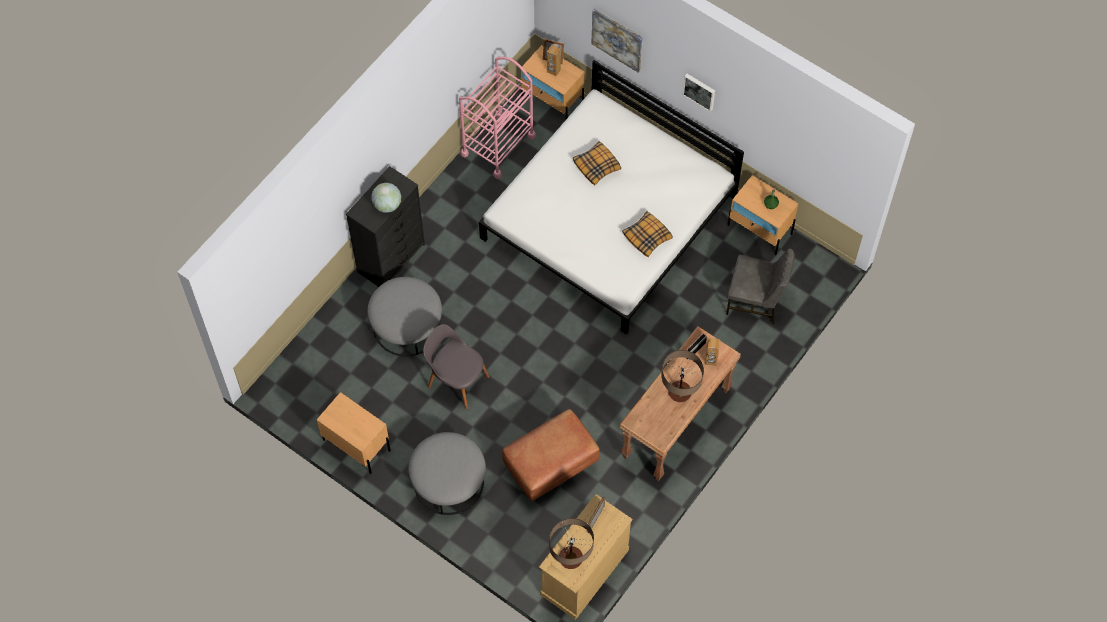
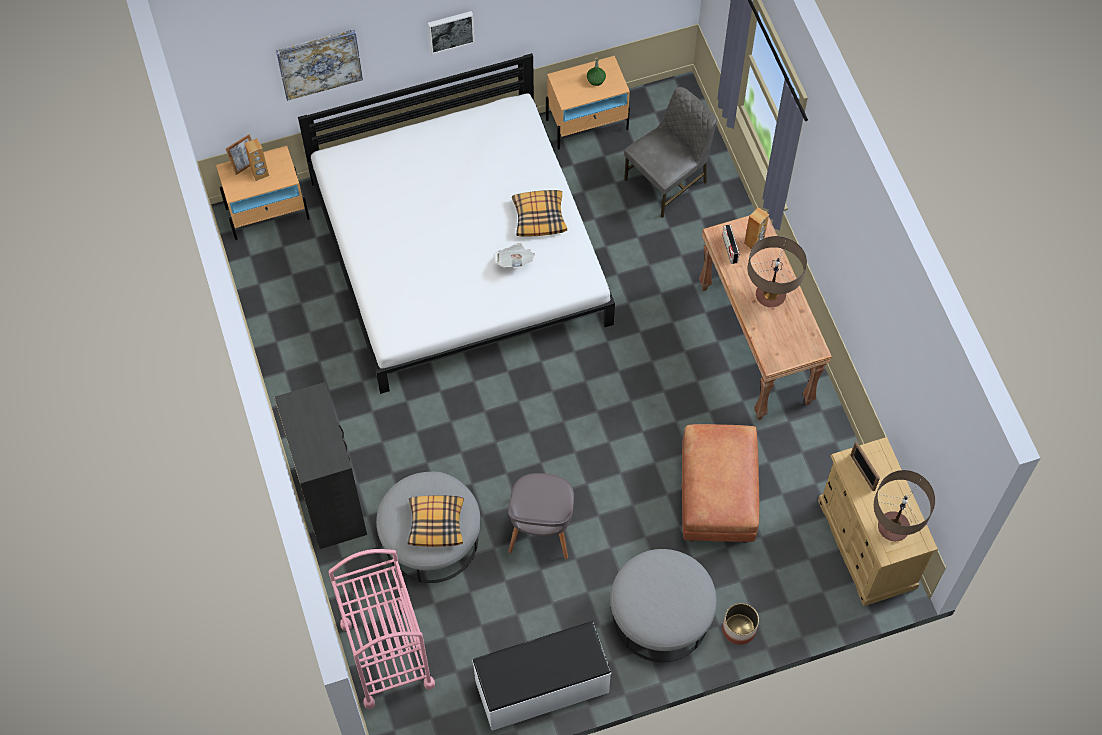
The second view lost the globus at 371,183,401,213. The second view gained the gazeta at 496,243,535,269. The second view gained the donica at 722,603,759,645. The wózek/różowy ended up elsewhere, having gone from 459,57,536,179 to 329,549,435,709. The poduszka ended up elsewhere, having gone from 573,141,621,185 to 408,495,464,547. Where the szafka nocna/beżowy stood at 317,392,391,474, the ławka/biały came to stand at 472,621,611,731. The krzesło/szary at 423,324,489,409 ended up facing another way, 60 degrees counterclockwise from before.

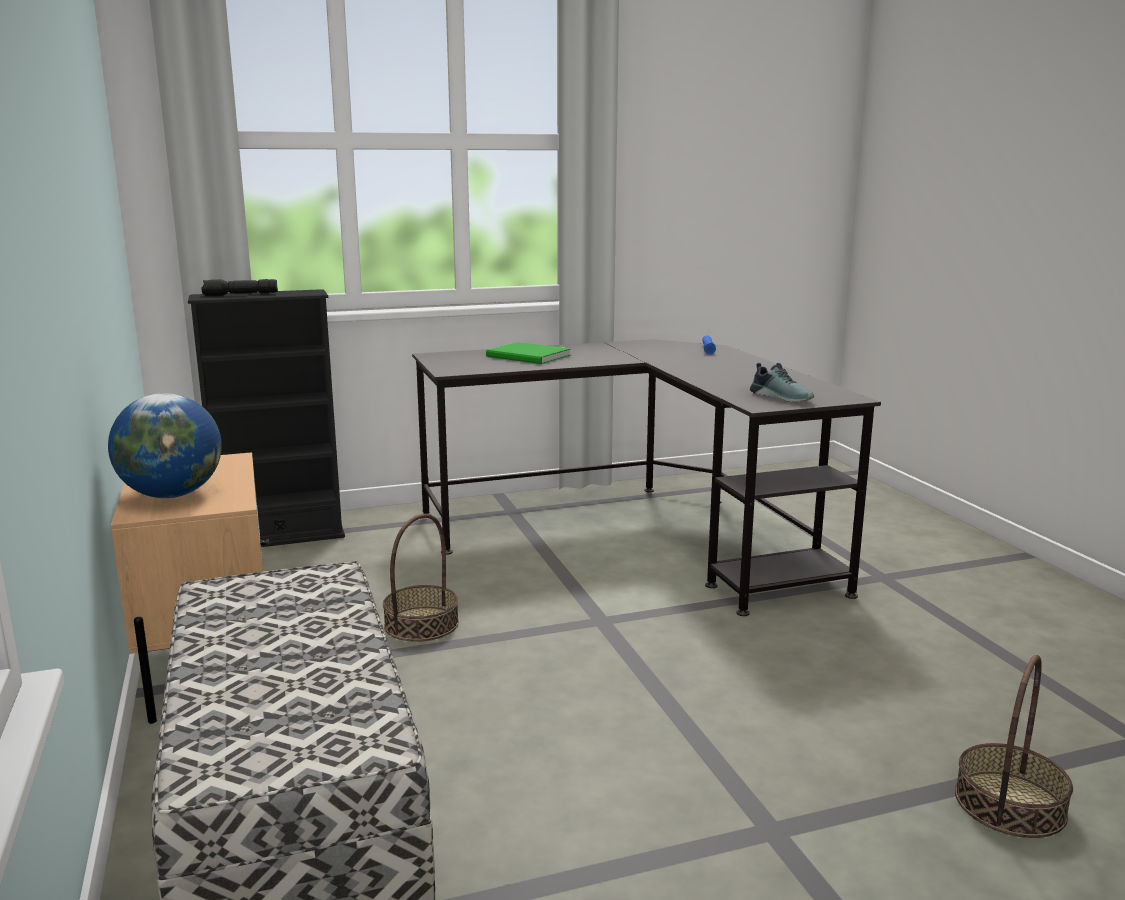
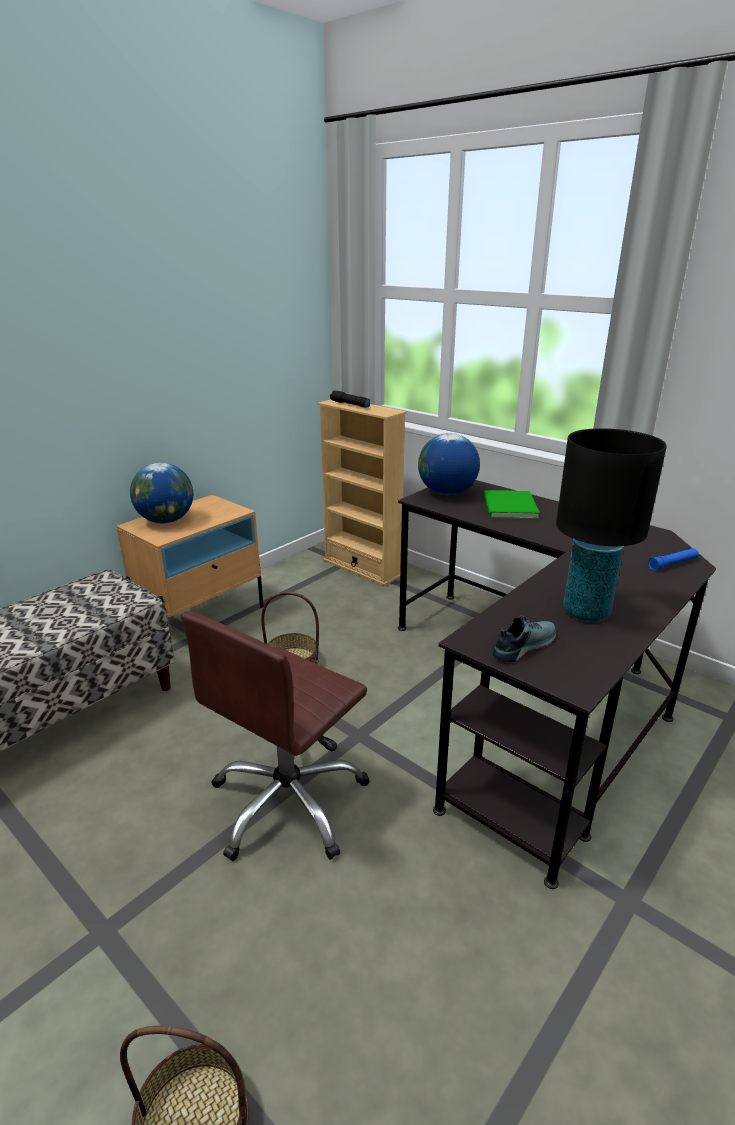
The second view gained the krzesło biurowe/brązowy at 181,611,370,861. The second view gained the globus at 418,433,480,495. The second view gained the lampa stołowa/czarny at 556,428,667,622. What was the regał/czarny at 188,289,345,547 turned into the regał/beżowy at 318,400,407,586. The but at 750,363,814,403 ended up facing another way, 150 degrees counterclockwise from before.

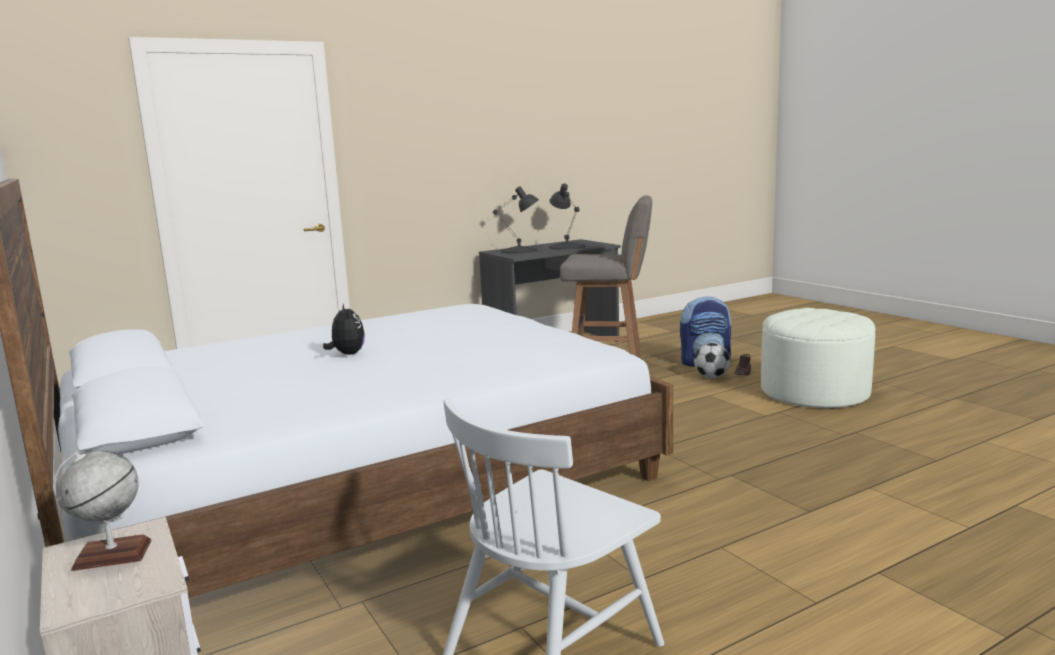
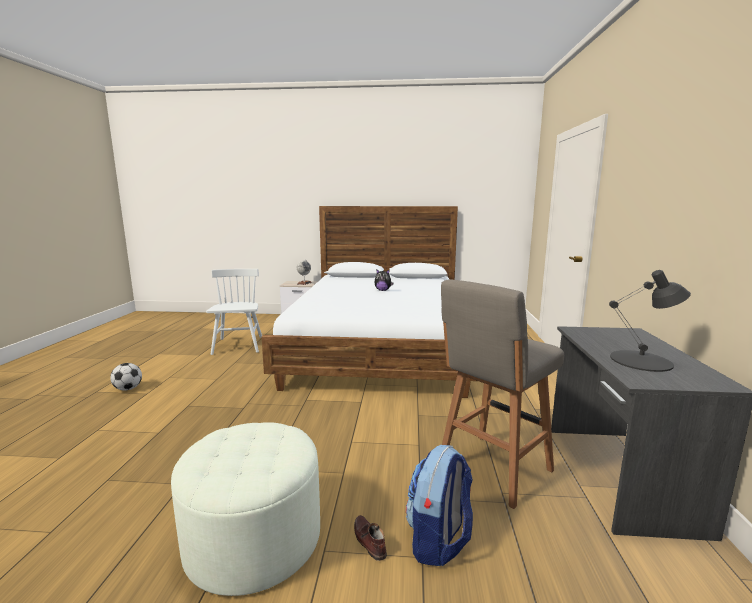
The second view lost the lampa stołowa/czarny at 493,186,539,253. The piłka futbolowa ended up elsewhere, having gone from 694,343,730,378 to 110,363,142,391.

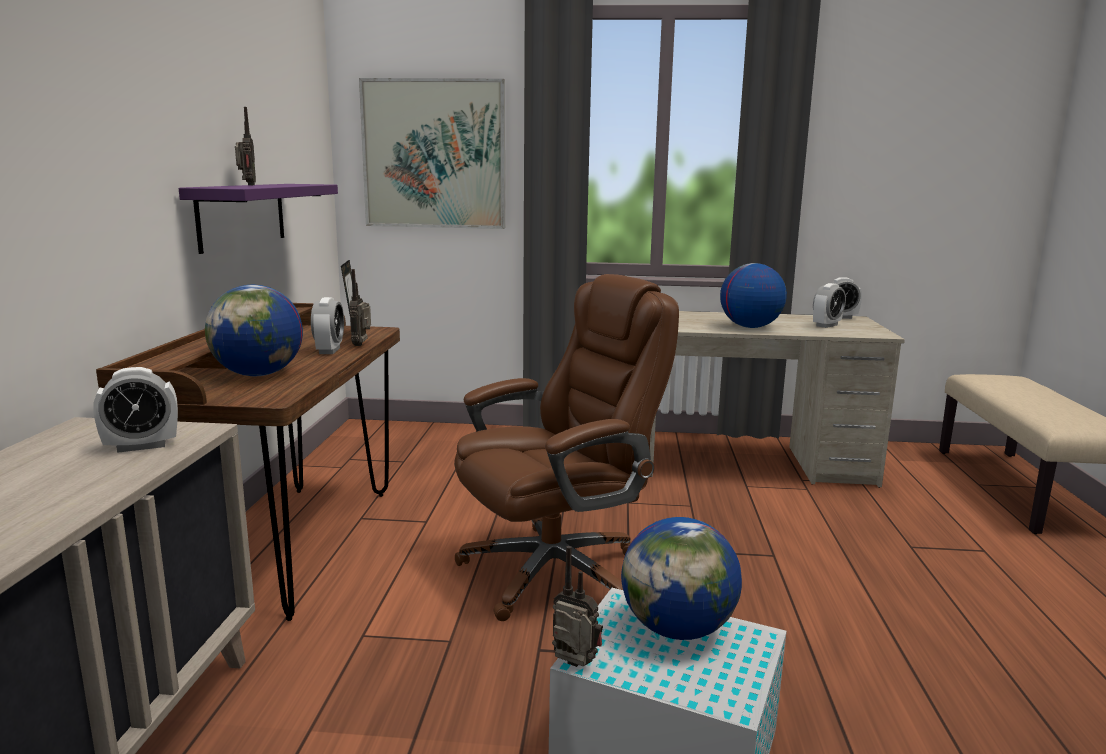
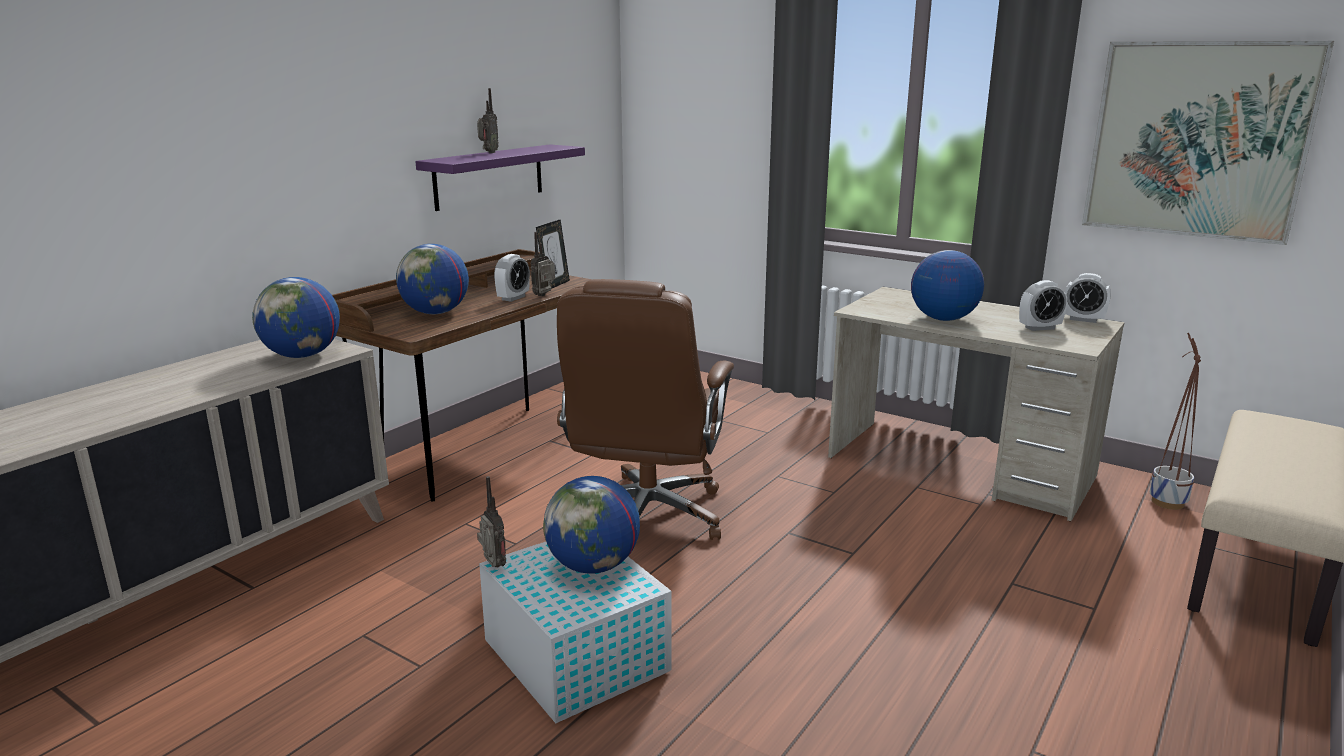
The second view gained the donica at 1150,333,1201,510. The obraz ended up elsewhere, having gone from 359,78,505,229 to 1082,41,1334,245. Where the budzik stood at 93,367,178,453, the globus came to stand at 252,277,340,358. The krzesło biurowe/brązowy at 454,274,679,621 ended up facing another way, 105 degrees clockwise from before.

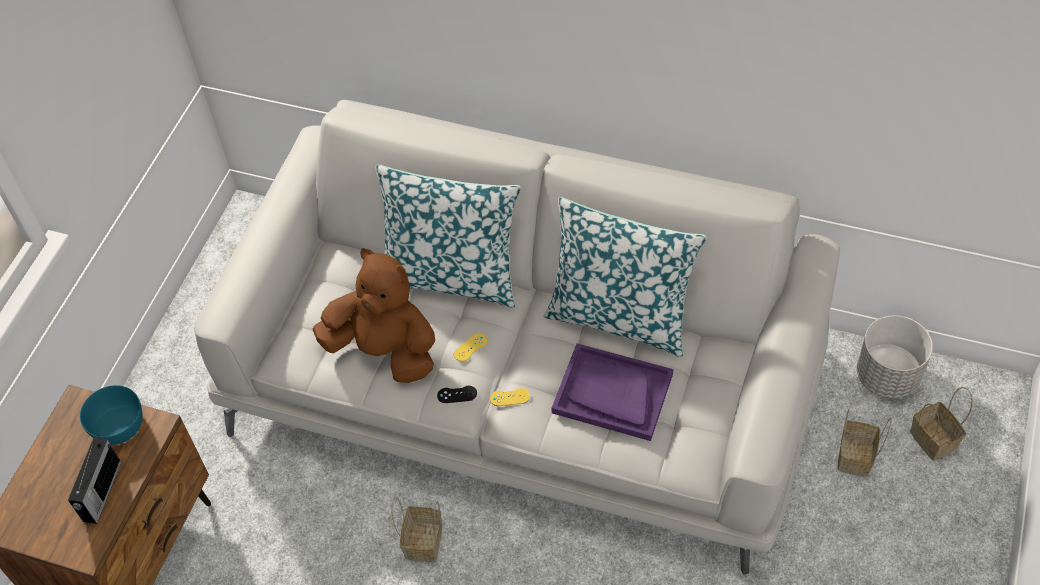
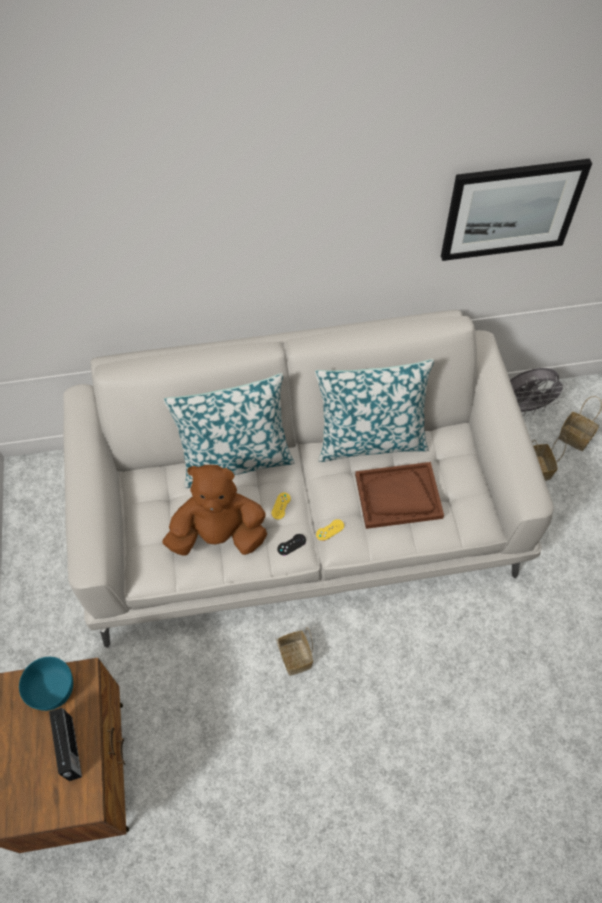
The second view gained the obraz at 441,159,592,261. Where the donica/szary stood at 856,315,933,398, the wentylator/szary came to stand at 510,368,567,416. What was the taca/fioletowy at 551,343,673,441 turned into the taca/brązowy at 355,462,444,529.

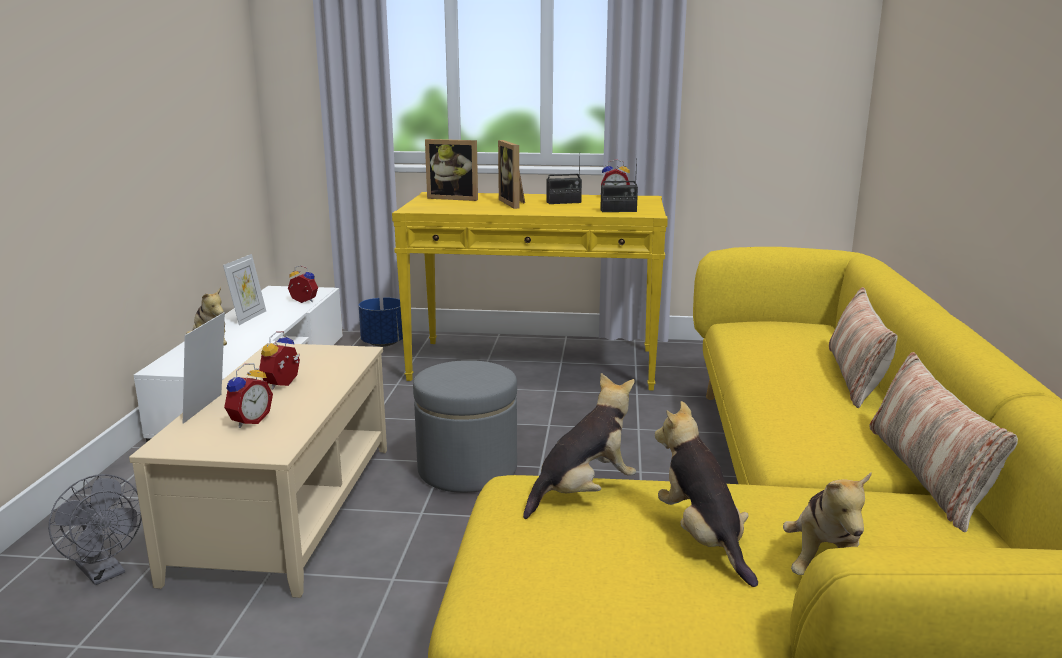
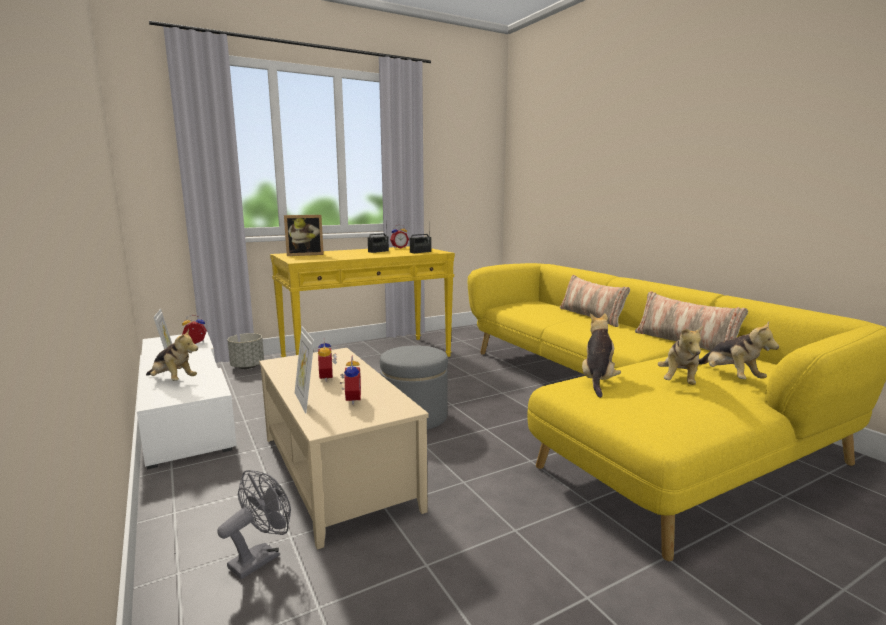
The second view lost the ramka na zdjęcie at 498,140,525,209. What was the donica/niebieski at 359,297,403,347 turned into the donica/szary at 228,333,264,369. The wentylator/szary at 48,474,142,585 ended up facing another way, 60 degrees counterclockwise from before. The pluszak at 655,401,758,587 ended up facing another way, 105 degrees counterclockwise from before.

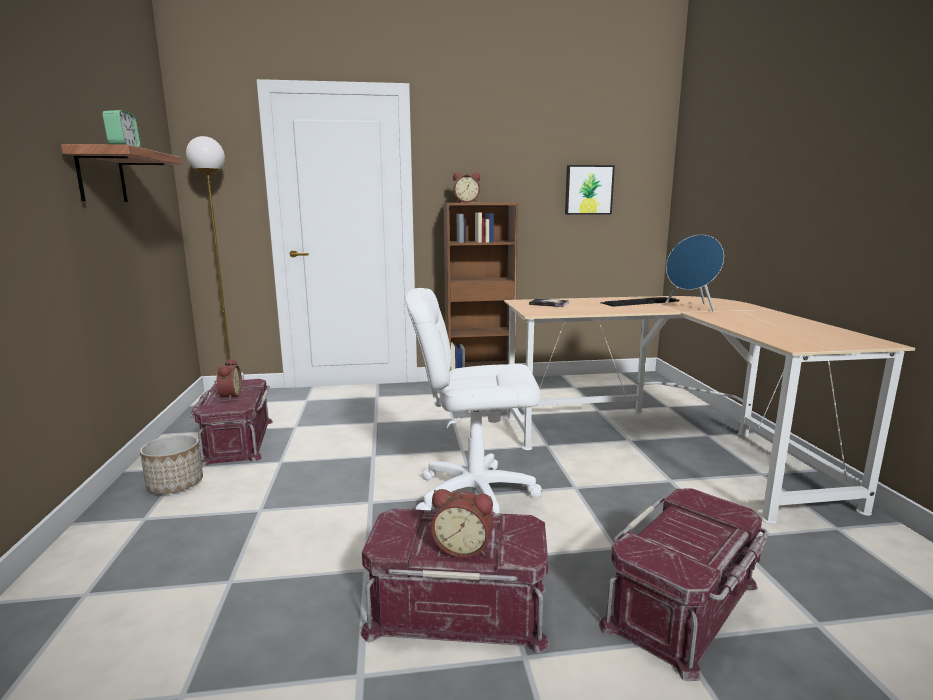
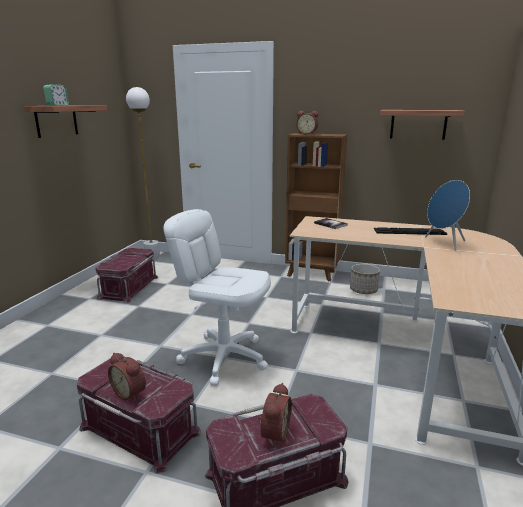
The donica ended up elsewhere, having gone from 140,435,203,494 to 350,264,380,294. The budzik ended up elsewhere, having gone from 215,359,242,400 to 258,383,292,447. Where the obraz hung at 565,165,615,215, the półka came to hang at 380,110,465,140.

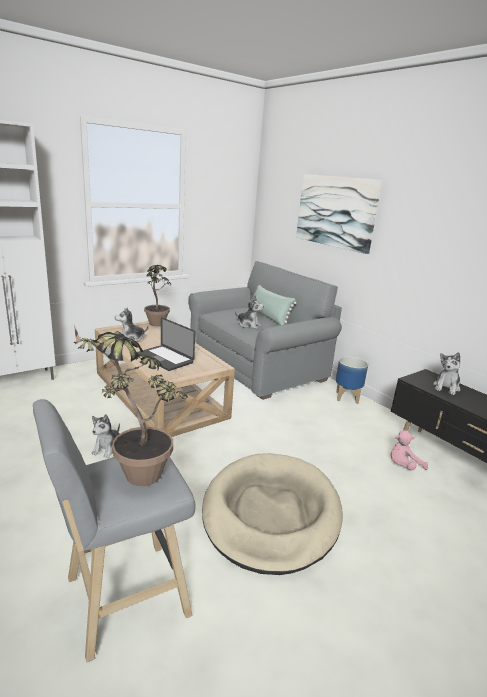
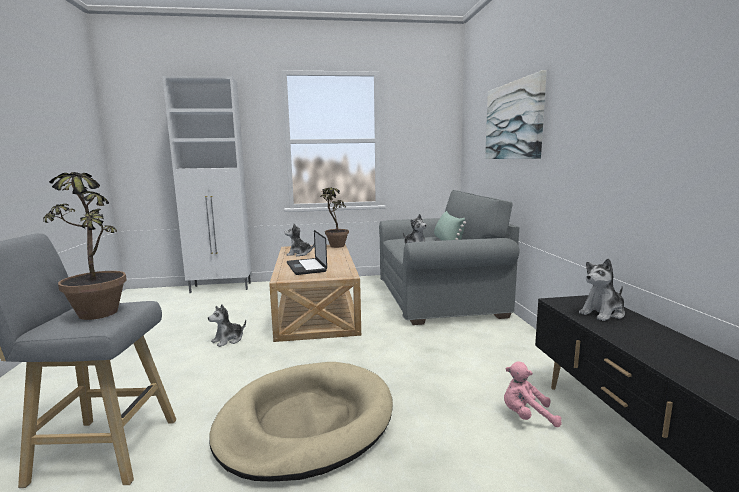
The second view lost the donica at 336,356,368,404.

